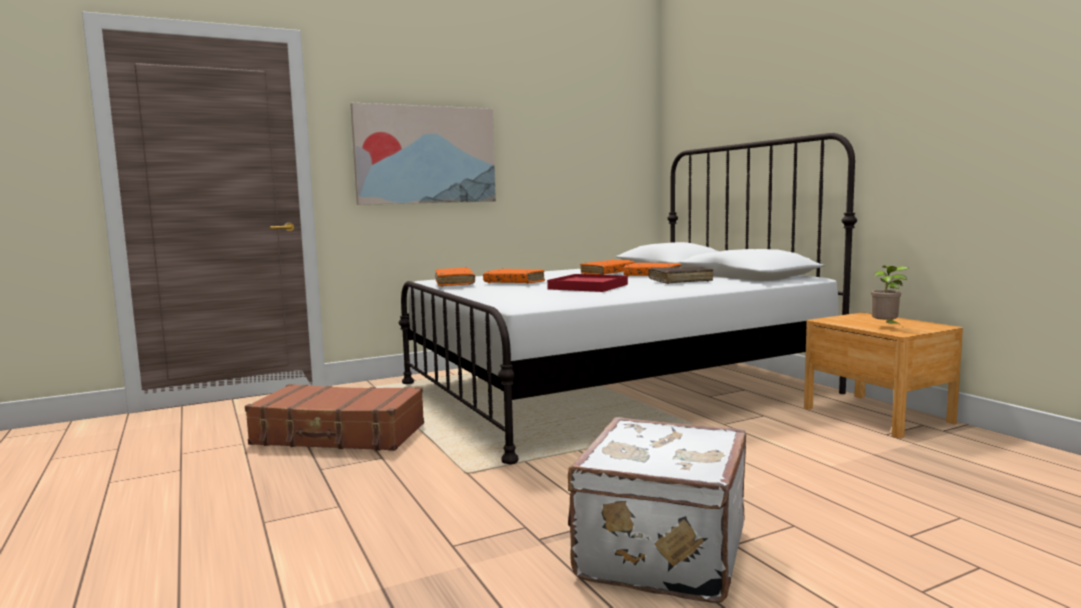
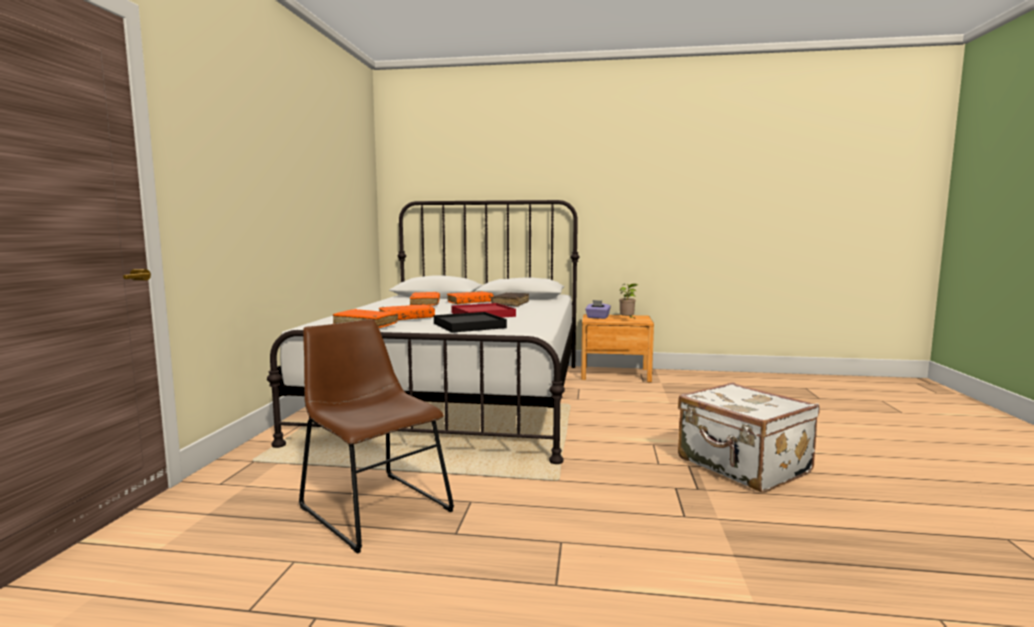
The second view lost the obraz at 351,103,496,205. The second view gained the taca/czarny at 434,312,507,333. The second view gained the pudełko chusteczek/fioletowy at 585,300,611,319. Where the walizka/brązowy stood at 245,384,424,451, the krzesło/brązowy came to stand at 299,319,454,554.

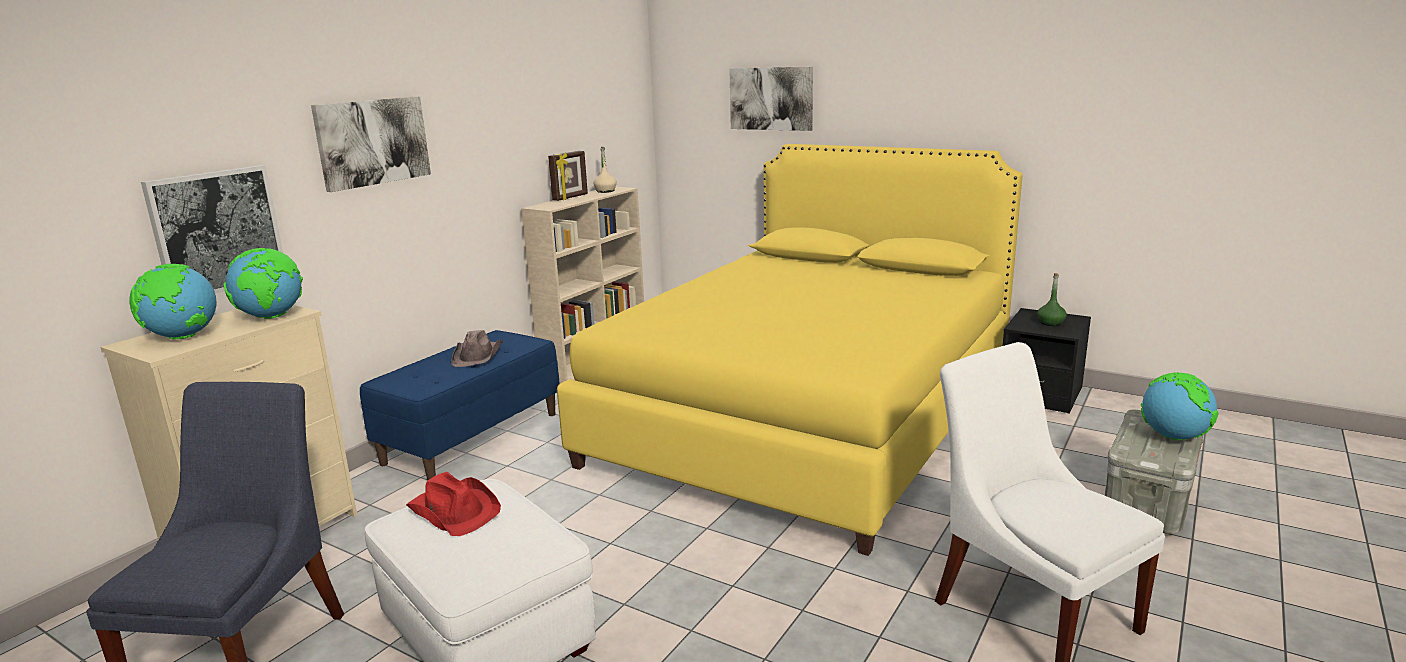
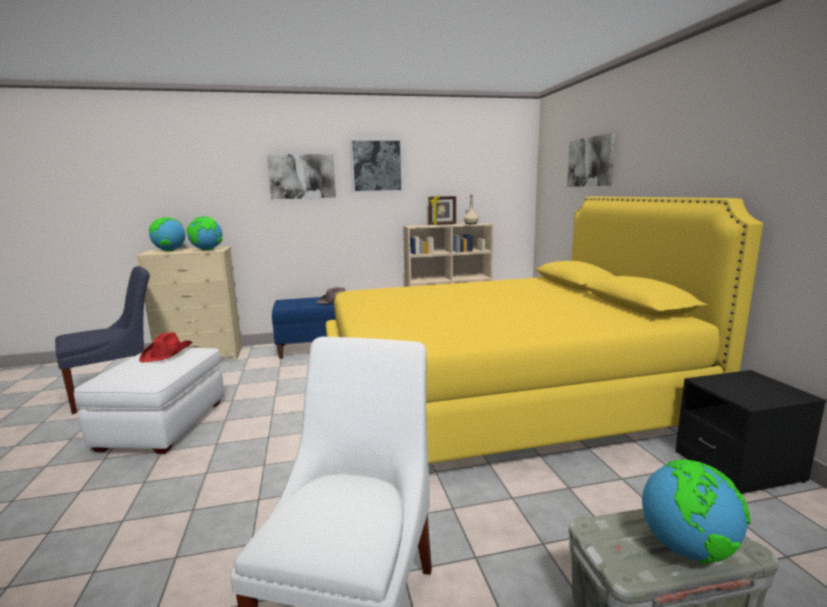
The second view lost the butelka/zielony at 1037,273,1066,326. The obraz ended up elsewhere, having gone from 141,165,283,293 to 350,139,403,193.

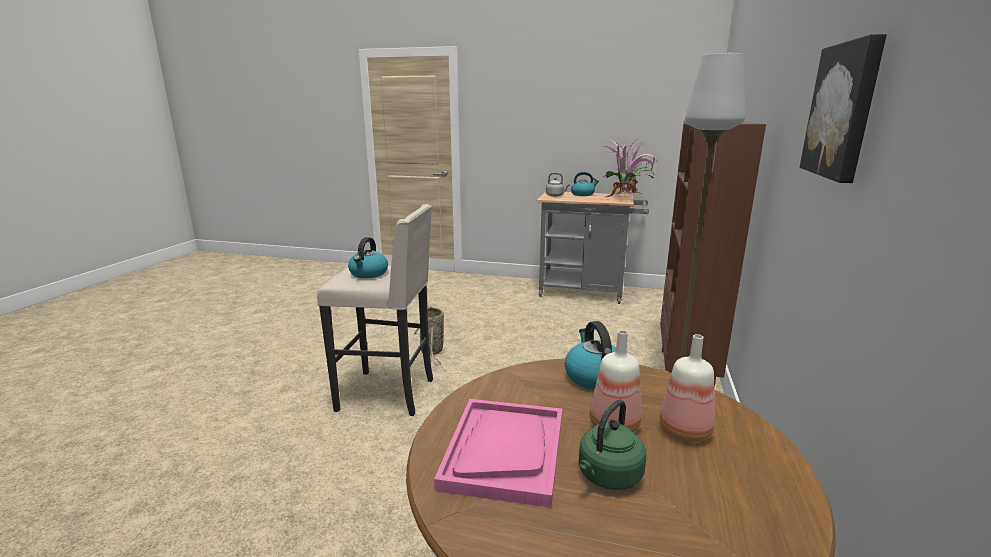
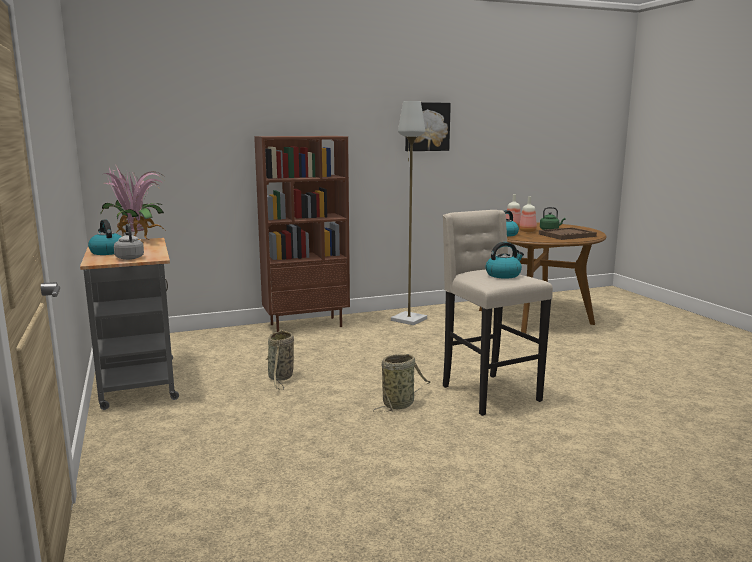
The second view gained the koszyk at 266,329,294,390. What was the taca/różowy at 434,399,562,508 turned into the taca/brązowy at 539,227,597,240.

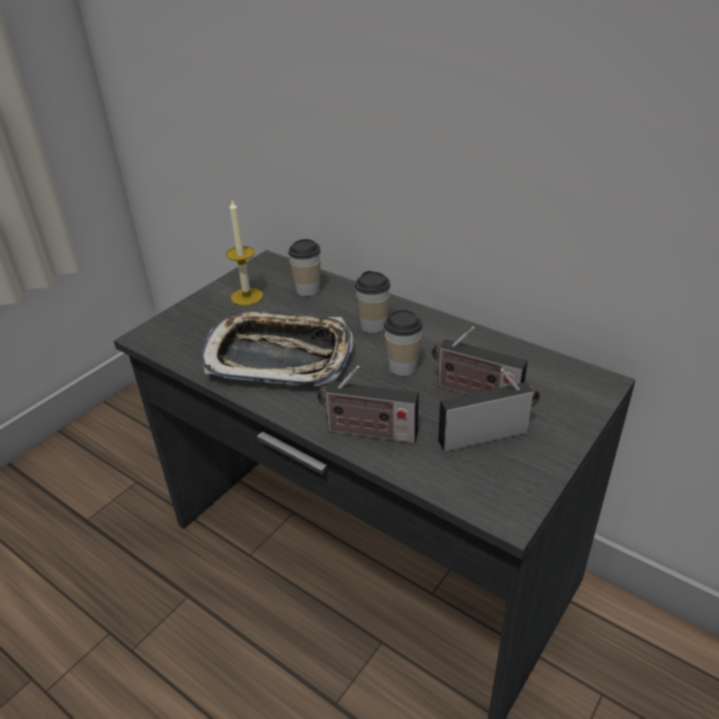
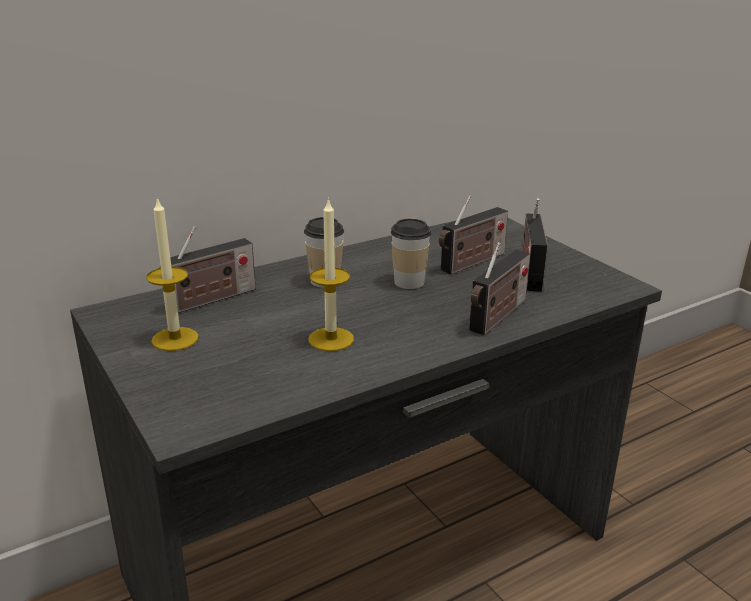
Where the taca stood at 202,311,353,387, the świeca came to stand at 308,198,354,351. Where the filiżanka stood at 288,239,321,296, the radio came to stand at 159,226,256,313.

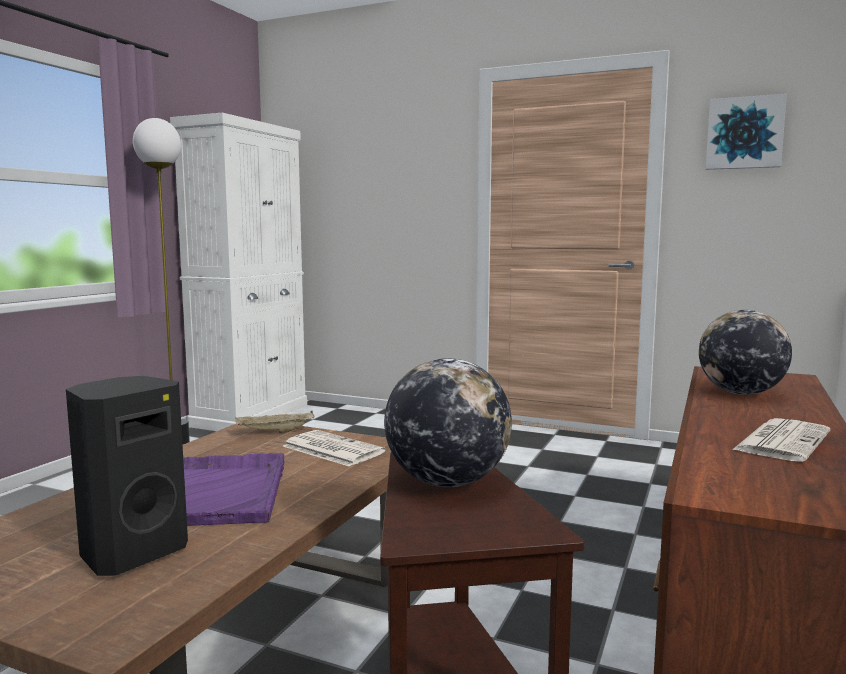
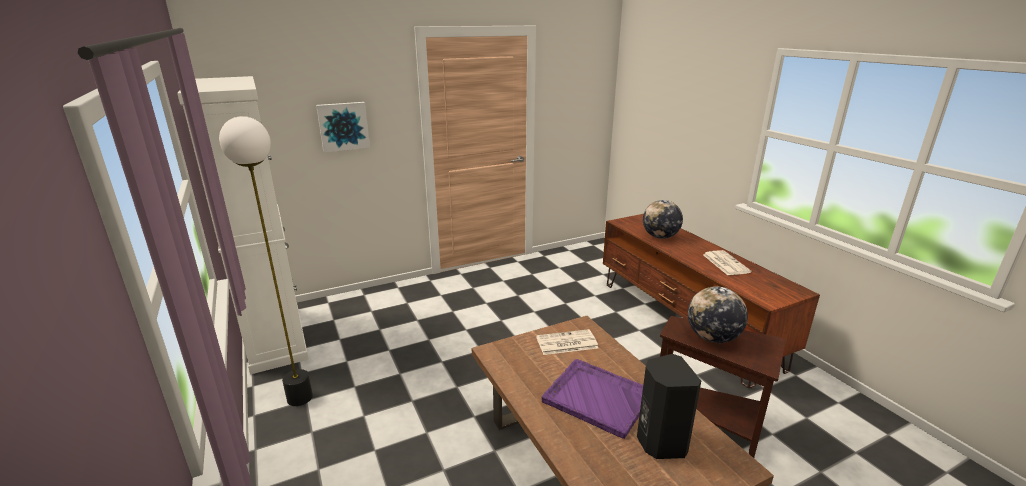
The second view lost the taca/beżowy at 235,411,314,433. The obraz ended up elsewhere, having gone from 706,94,787,170 to 316,102,370,152.

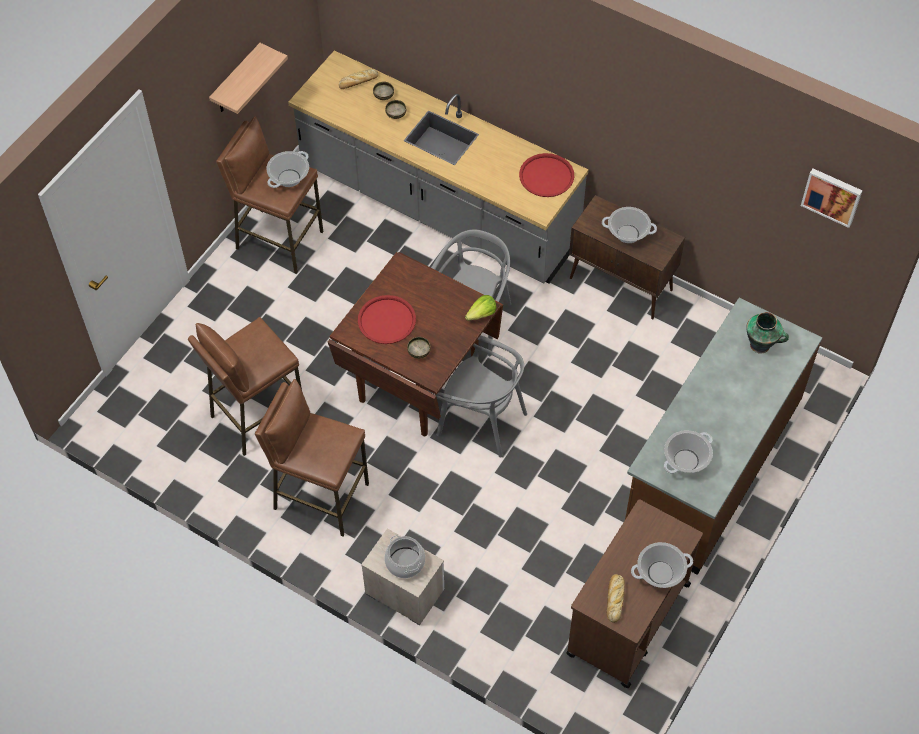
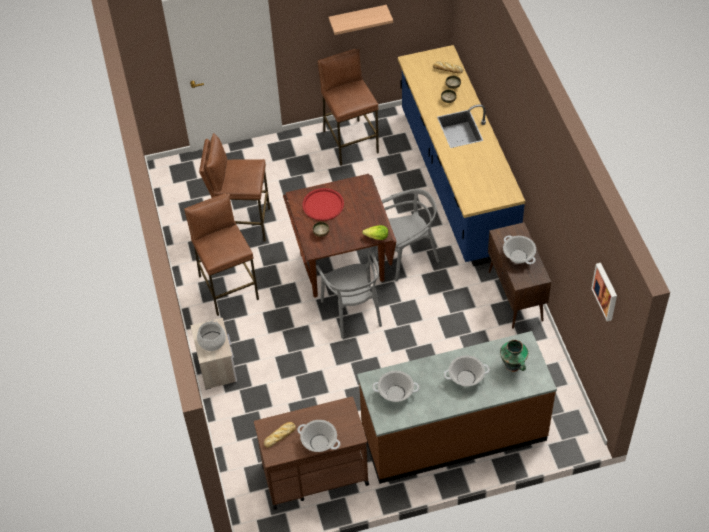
The second view lost the taca/czerwony at 519,153,574,197. The garnek ended up elsewhere, having gone from 266,151,309,188 to 444,355,490,387. What was the zabudowa kuchenna/szary at 288,50,588,284 turned into the zabudowa kuchenna/niebieski at 398,45,525,266.

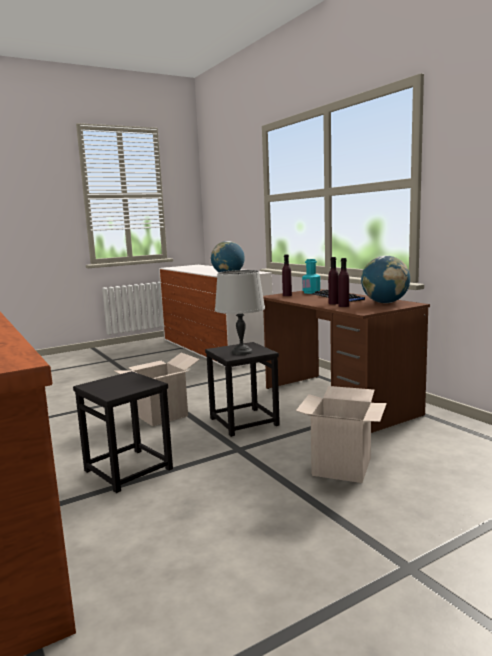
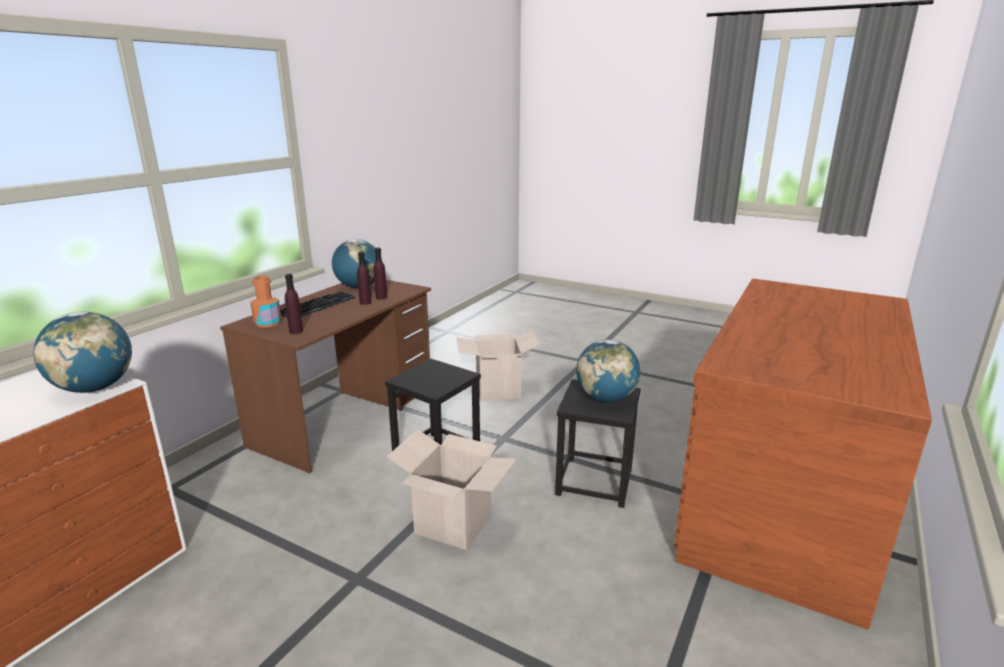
The second view lost the lampa stołowa/szary at 215,270,265,355. The second view gained the globus at 576,339,640,403. What was the butelka/turkusowy at 302,259,320,294 turned into the butelka/pomarańczowy at 250,276,282,328.

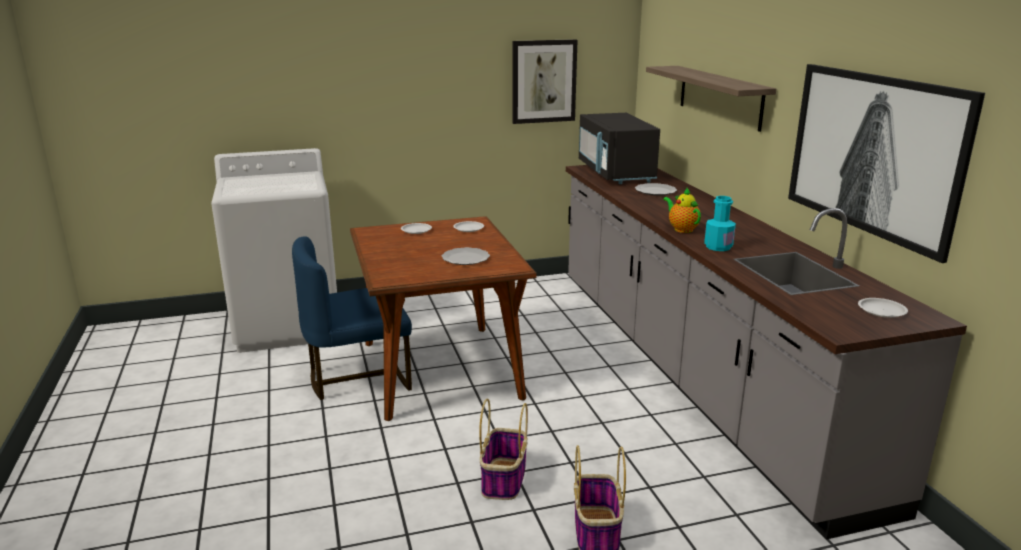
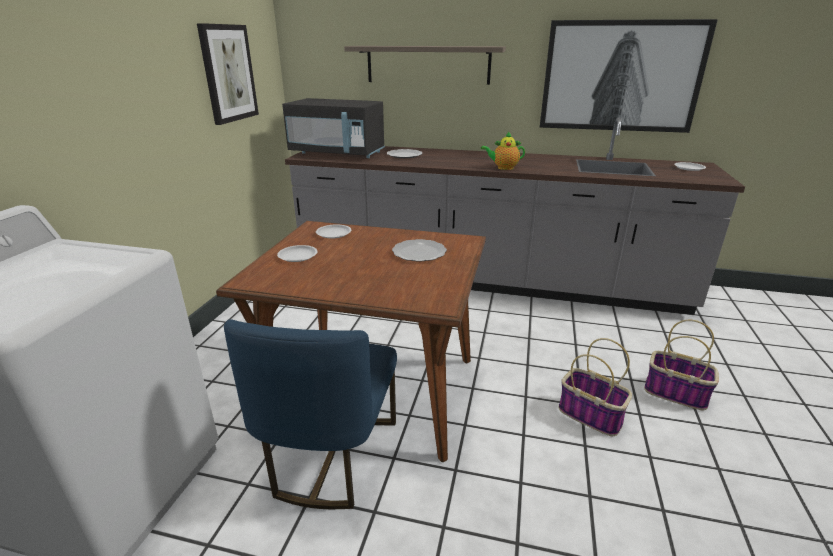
The second view lost the butelka/turkusowy at 704,196,736,251.

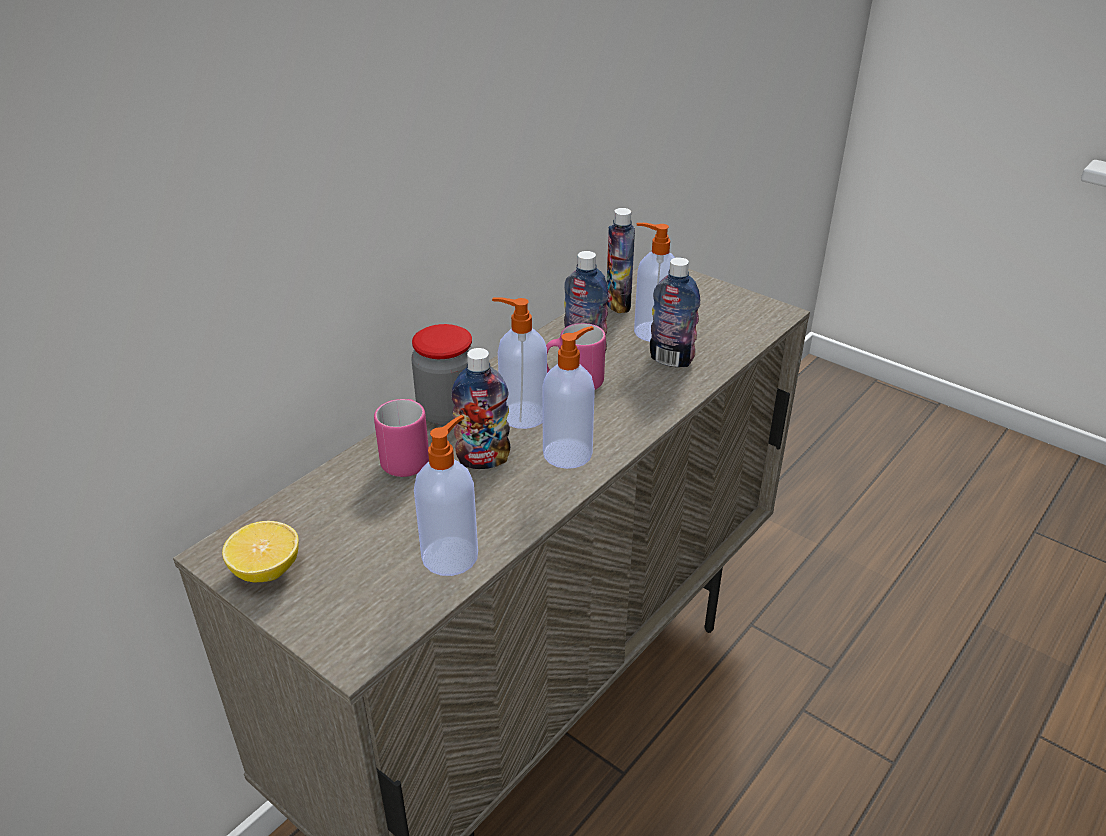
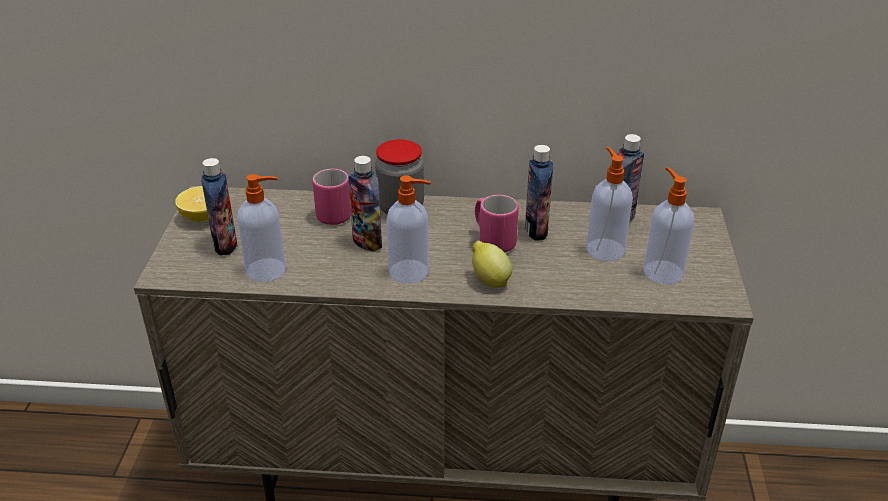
The second view gained the cytryna at 472,241,512,288. The dozownik mydła ended up elsewhere, having gone from 492,297,547,429 to 643,167,694,284. The butelka ended up elsewhere, having gone from 650,257,700,367 to 201,158,237,255.

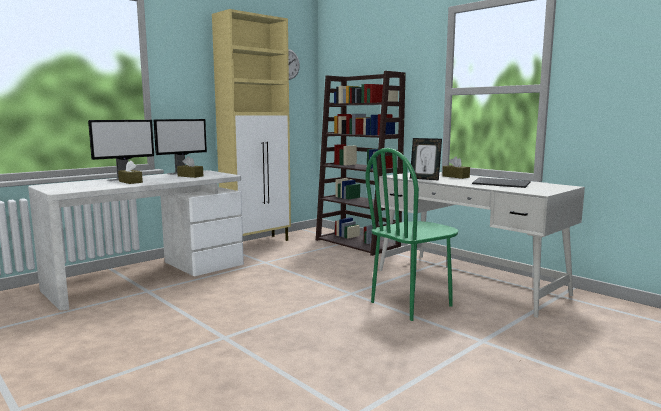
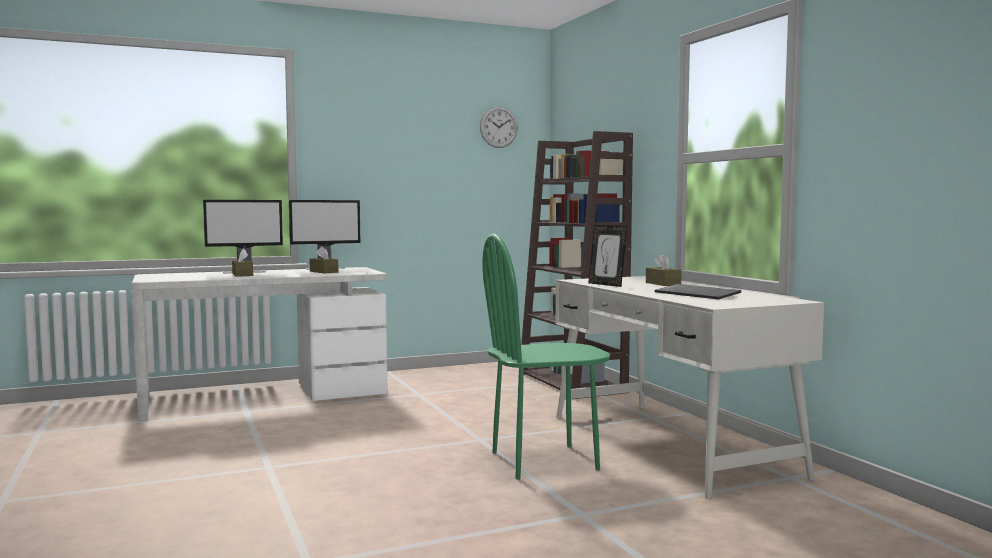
The second view lost the szafka/beżowy at 212,9,291,241.

